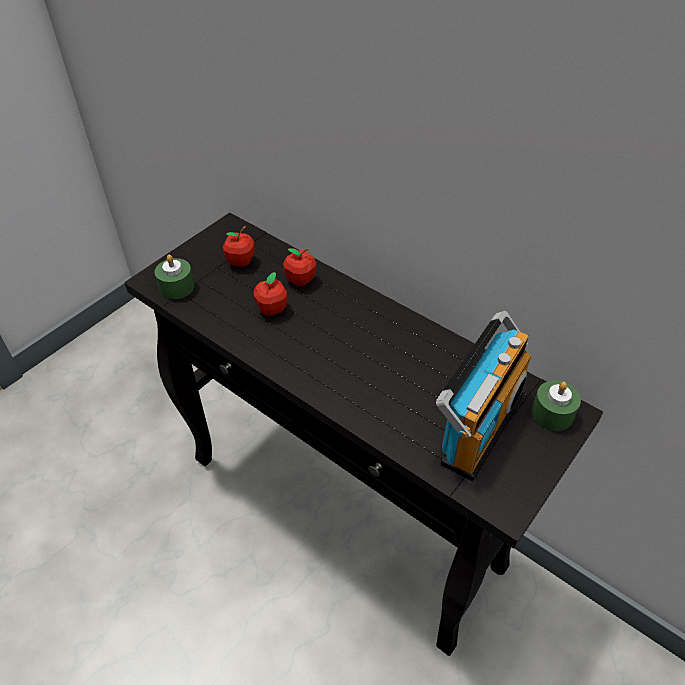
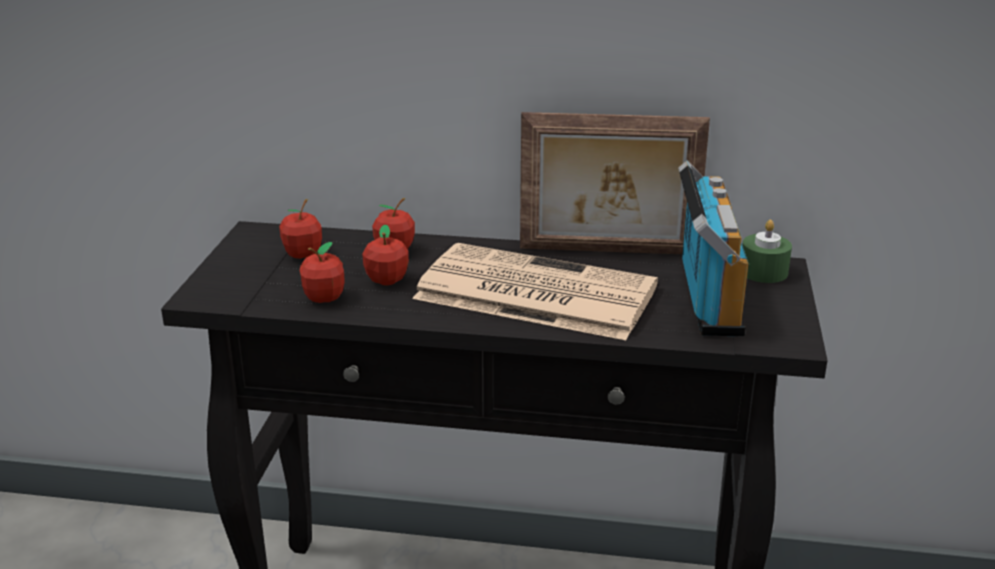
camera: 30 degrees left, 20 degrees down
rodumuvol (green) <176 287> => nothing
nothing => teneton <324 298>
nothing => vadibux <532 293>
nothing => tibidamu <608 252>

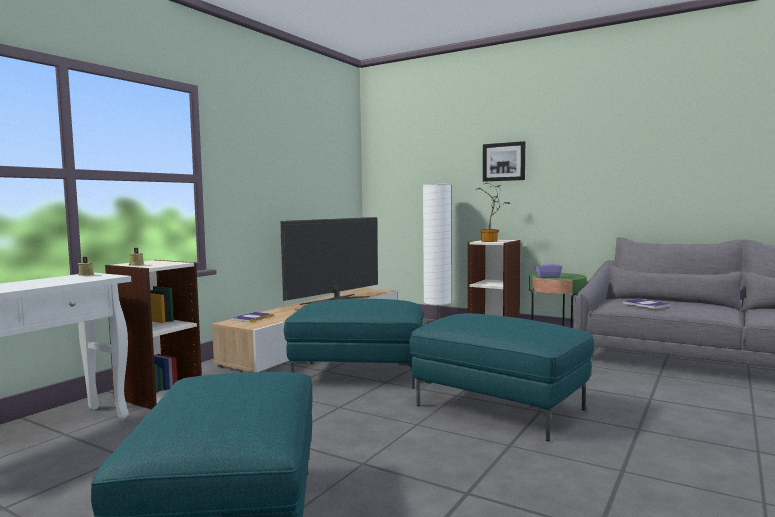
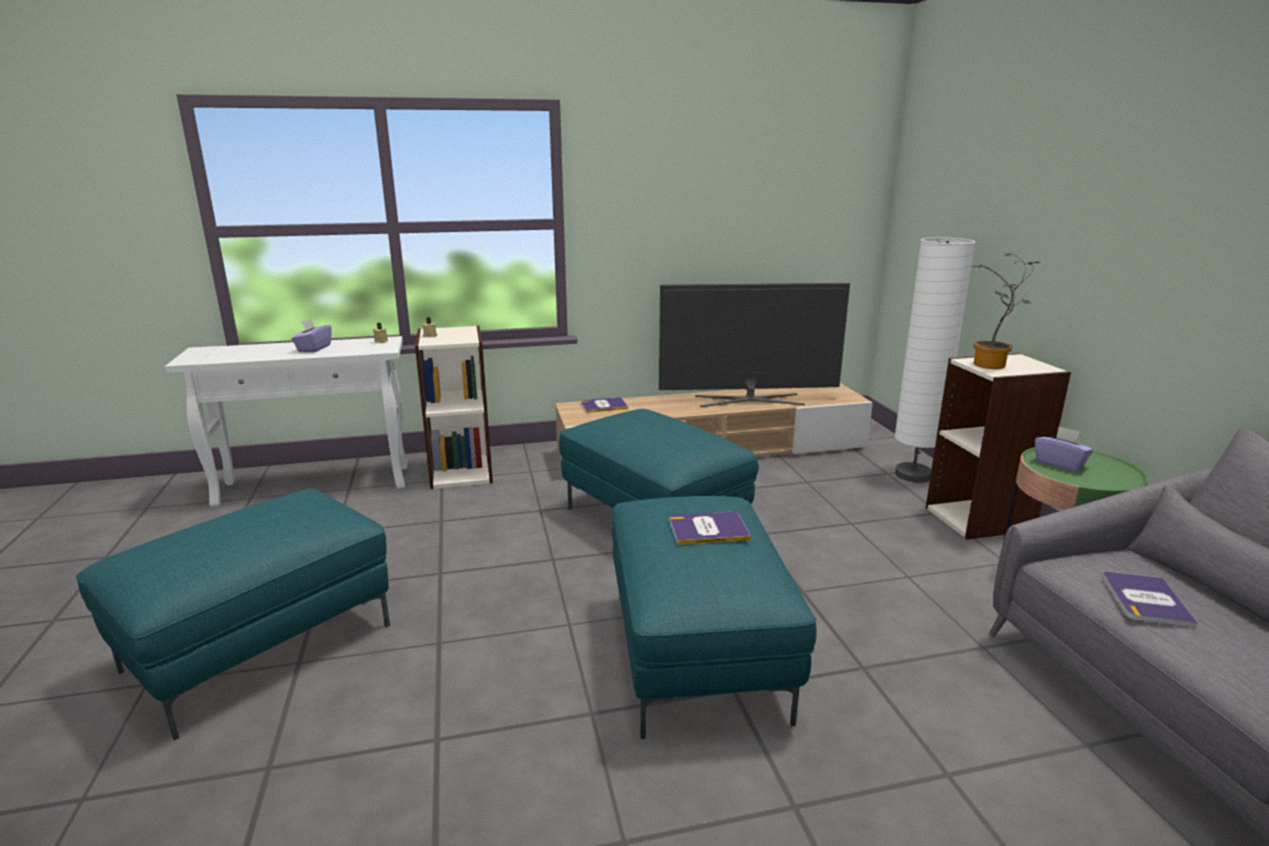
camera: 45 degrees right, 15 degrees up
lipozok <504 162> => nothing
nothing => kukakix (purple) <314 348>
nothing => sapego <708 529>

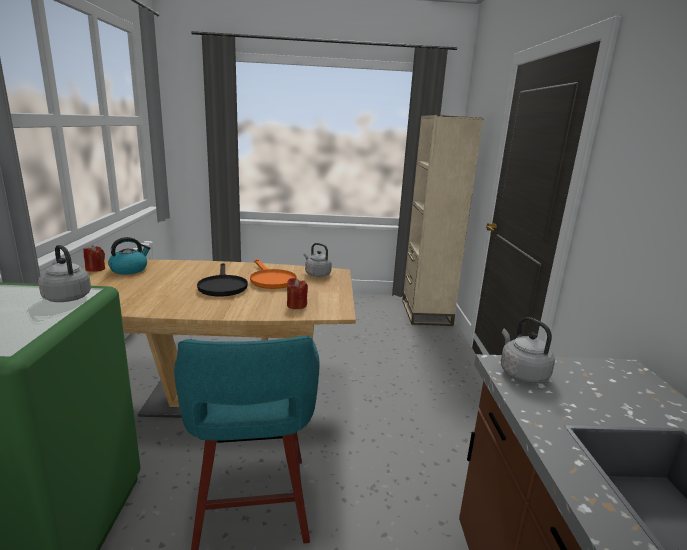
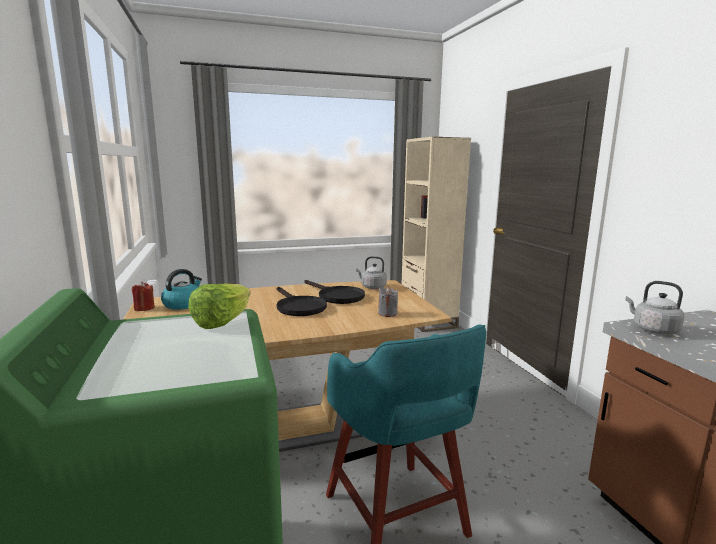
camera: 15 degrees left, 5 degrees down
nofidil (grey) <66 297> => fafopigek <222 322>
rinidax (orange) <270 280> => rinidax (black) <336 296>
rodumuvol (red) <296 305> => rodumuvol (grey) <387 313>

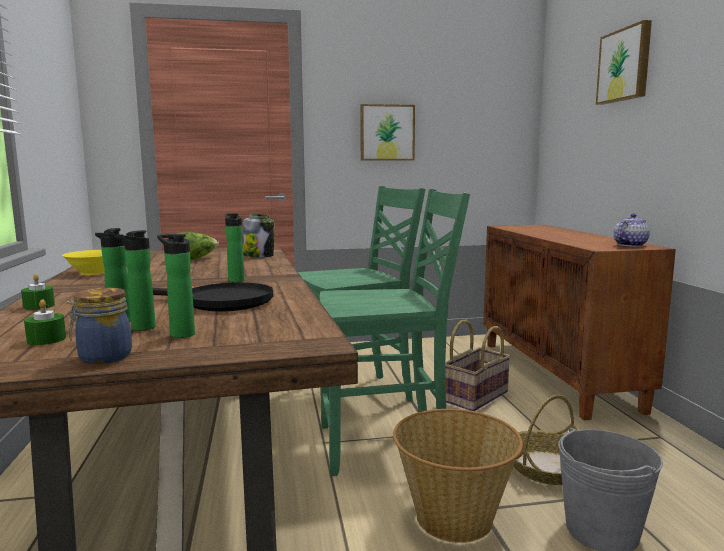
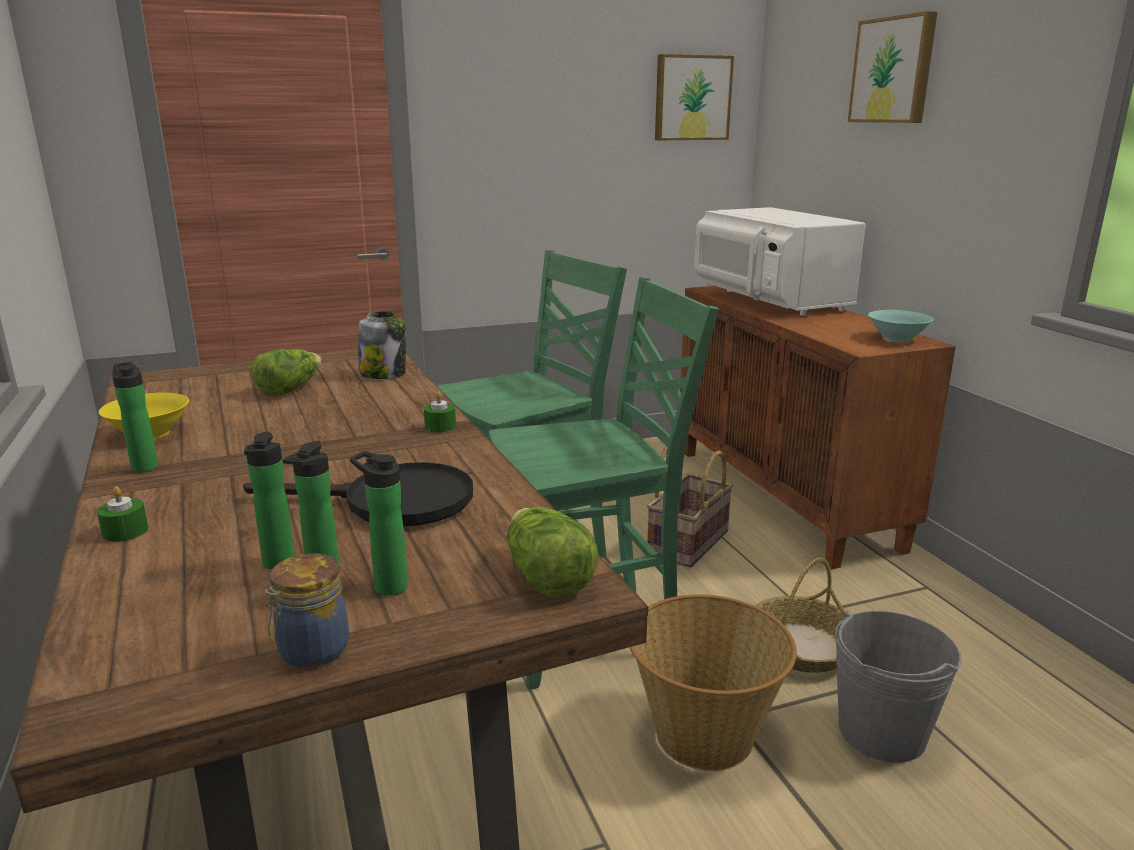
camera: 10 degrees left, 10 degrees up
rodumuvol (green) <46 339> => rodumuvol (green) <440 426>, shifted
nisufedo <235 280> => nisufedo <144 466>, shifted
lipozok <387 133> => lipozok <691 98>, shifted
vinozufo <630 245> => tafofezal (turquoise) <896 338>
nothing => fafopigek <546 577>
nothing => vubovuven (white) <769 301>

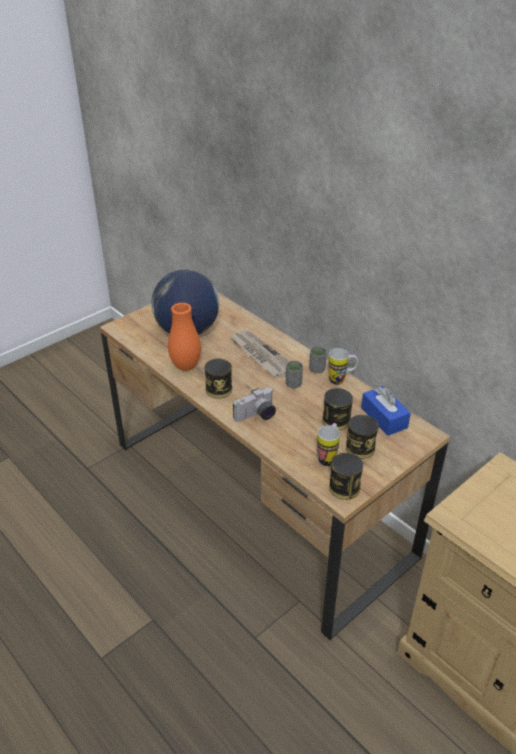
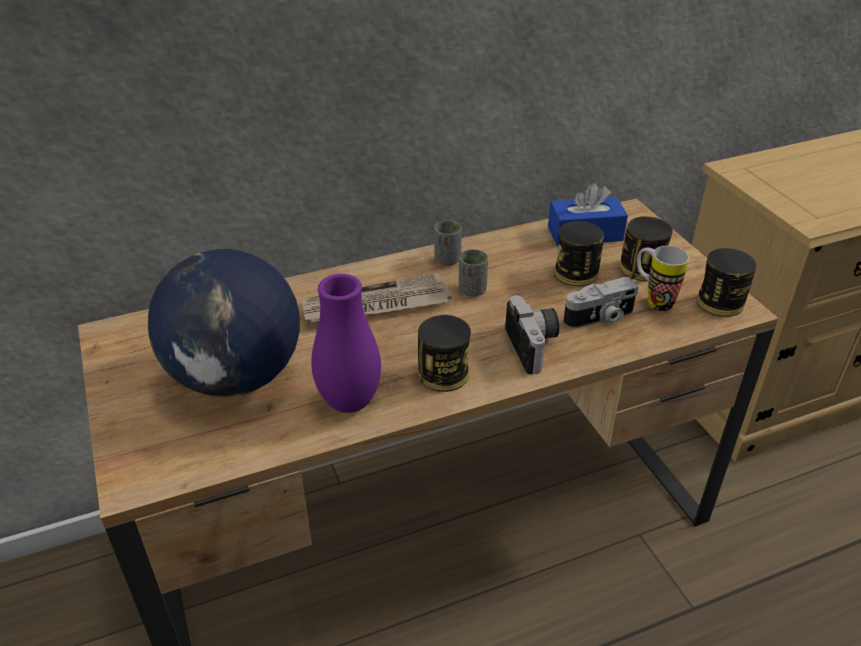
camera: 70 degrees left, 0 degrees up
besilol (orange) <186 366> => besilol (purple) <349 402>
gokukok <341 380> => nothing
nothing => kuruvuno <600 318>

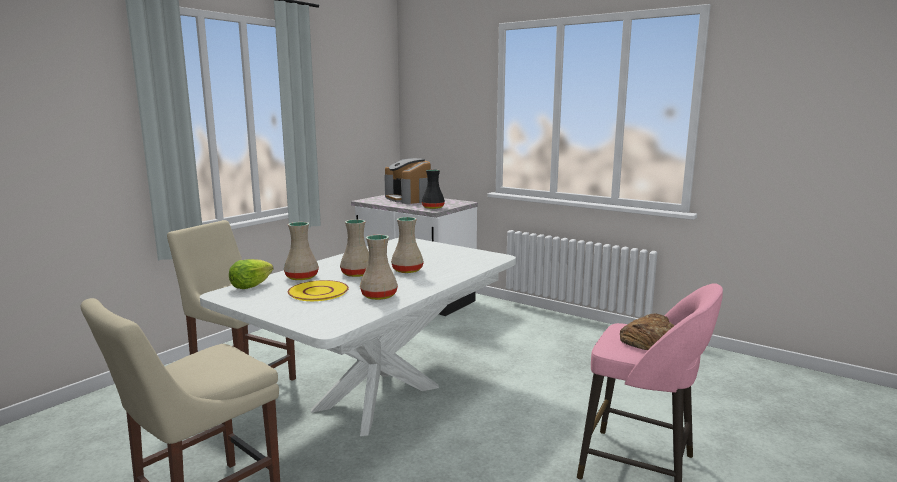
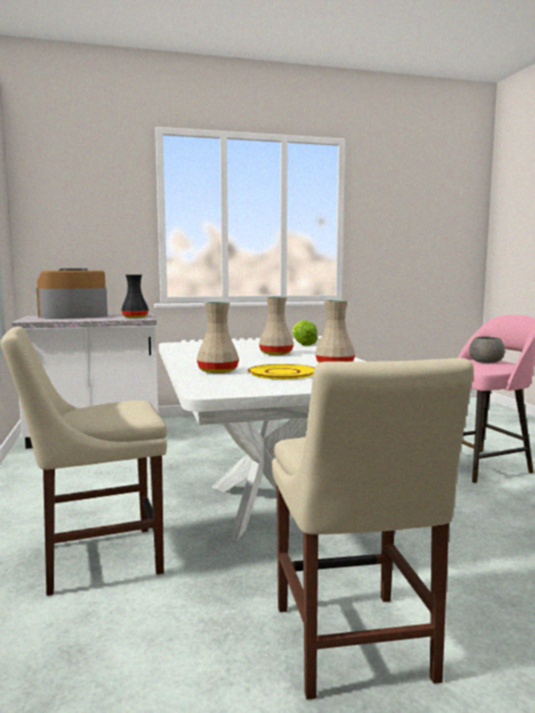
camera: 50 degrees left, 5 degrees down
fafopigek <250 286> => fafopigek <303 345>, shifted
besilol (beige) <358 274> => nothing
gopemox <409 199> => gopemox <73 316>, 135 degrees clockwise
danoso <649 339> => tafofezal (grey) <485 362>

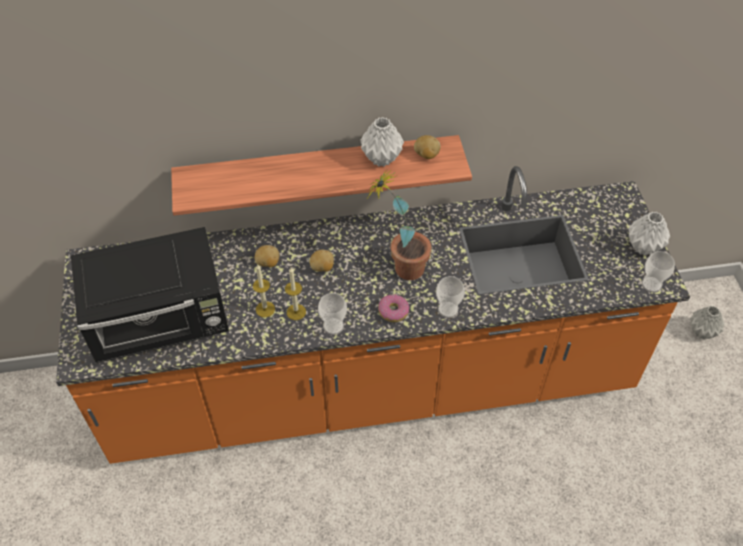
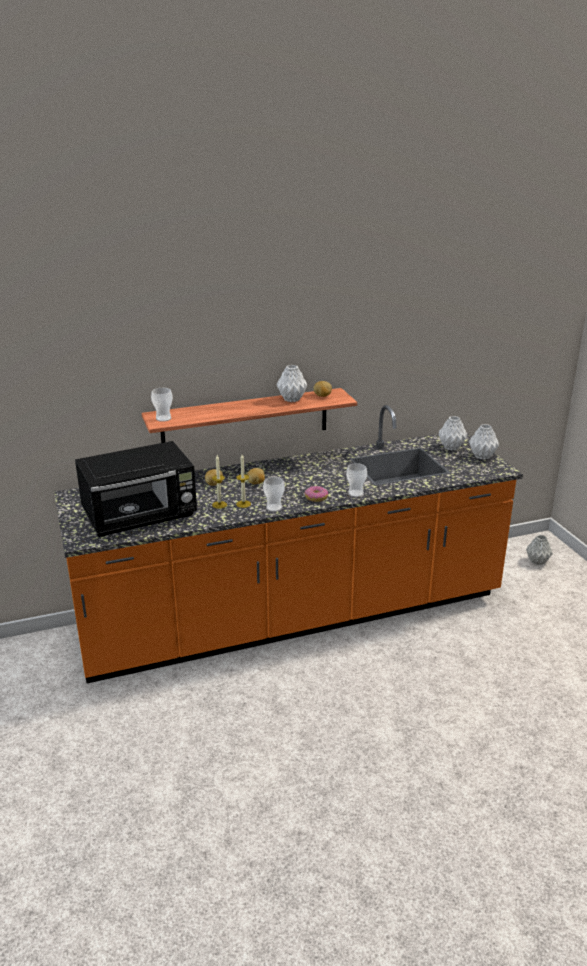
camera: 10 degrees left, 25 degrees down
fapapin <400 266> => nothing
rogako <651 284> => rogako <163 418>, shifted
nothing => besilol (white) <451 447>

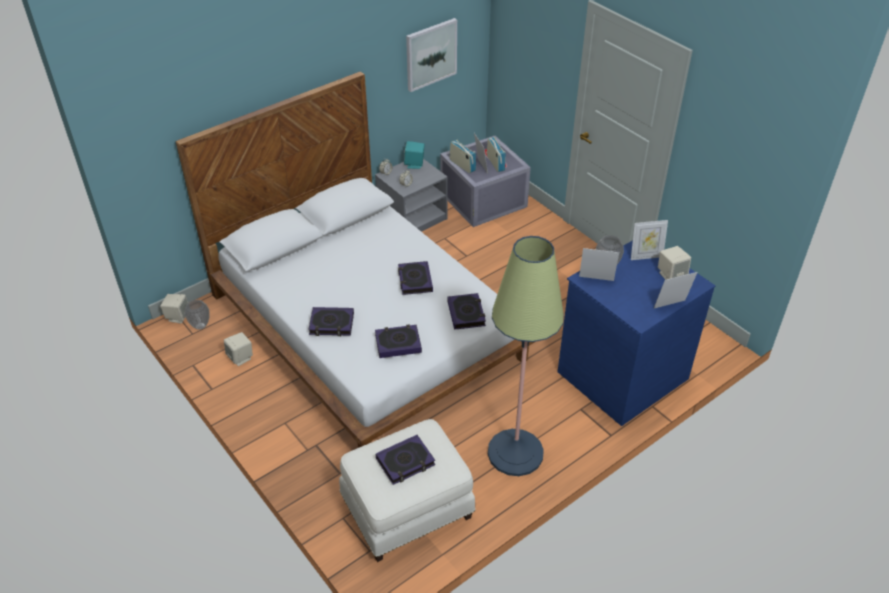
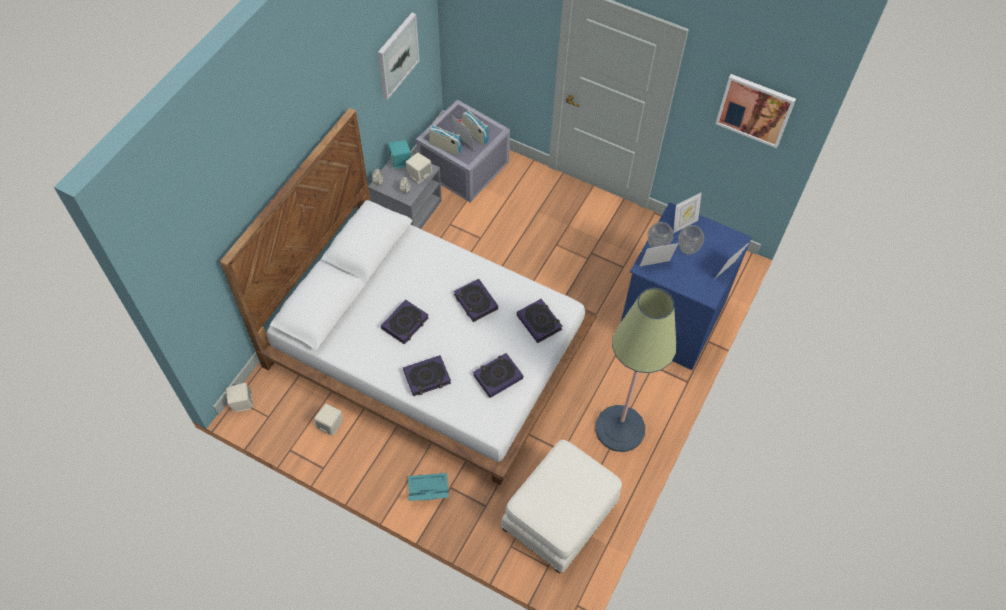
camera: 25 degrees left, 15 degrees up
besilol <200 326> => besilol <687 250>, shifted
sapego <405 462> => sapego <405 323>, shifted
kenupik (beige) <671 275> => kenupik (beige) <419 175>, shifted
nothing => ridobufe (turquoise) <427 491>
nothing => lipozok <755 110>

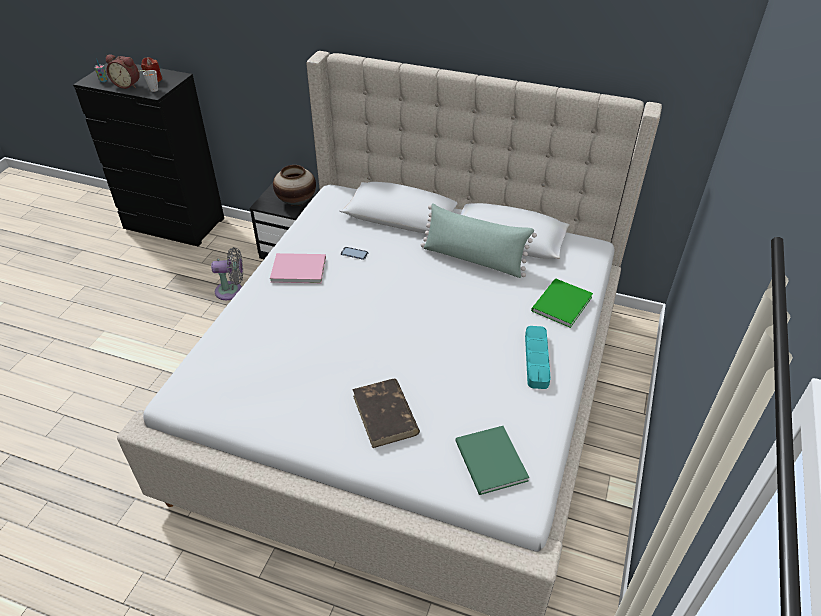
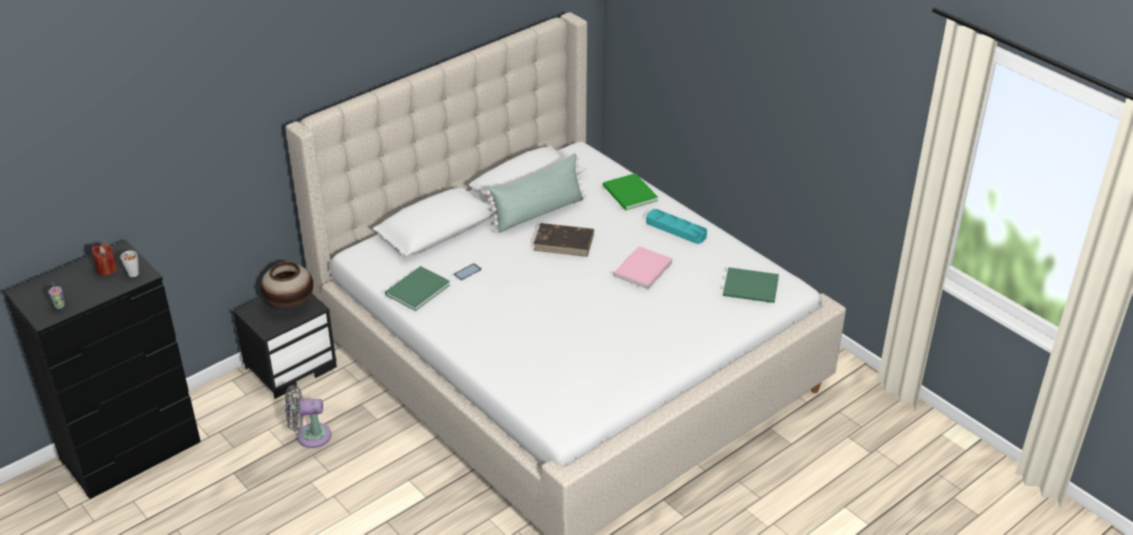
camera: 60 degrees left, 5 degrees down
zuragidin <128 85> => nothing
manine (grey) <232 291> => manine (grey) <310 436>, 120 degrees counterclockwise
sapego (pink) <297 268> => sapego (pink) <640 269>, shifted
sapego (brown) <385 415> => sapego (brown) <564 242>, shifted
nothing => sapego (green) <415 290>

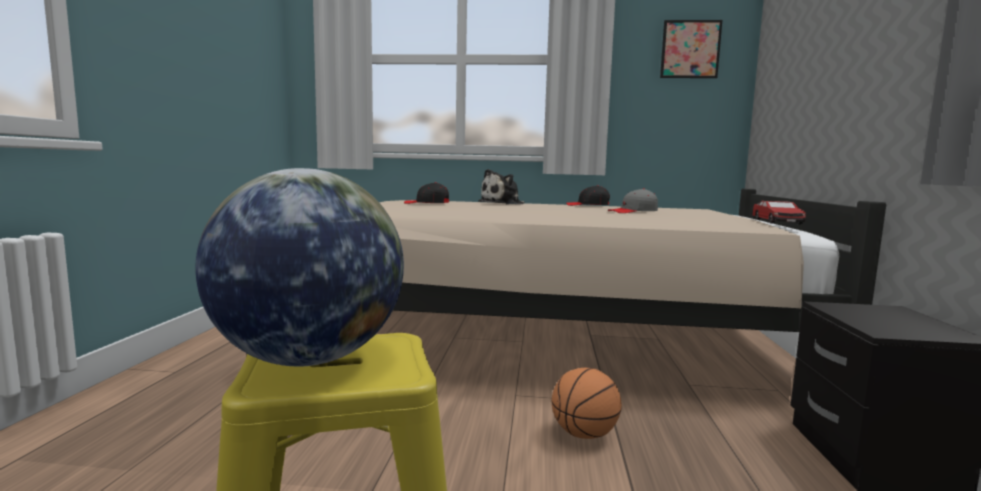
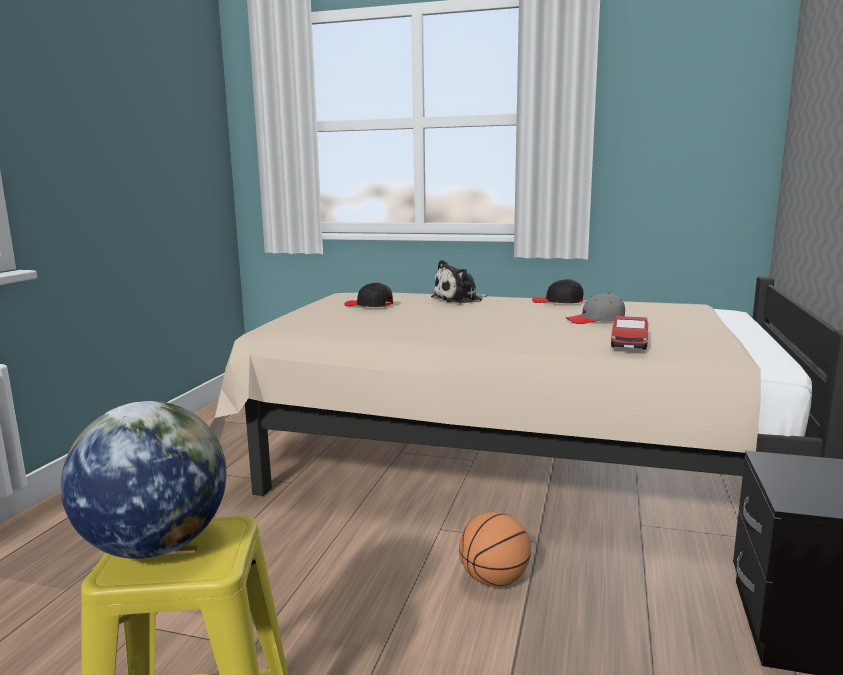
camera: 10 degrees right, 5 degrees up
lipozok <690 49> => nothing
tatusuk <777 222> => tatusuk <629 342>, shifted

